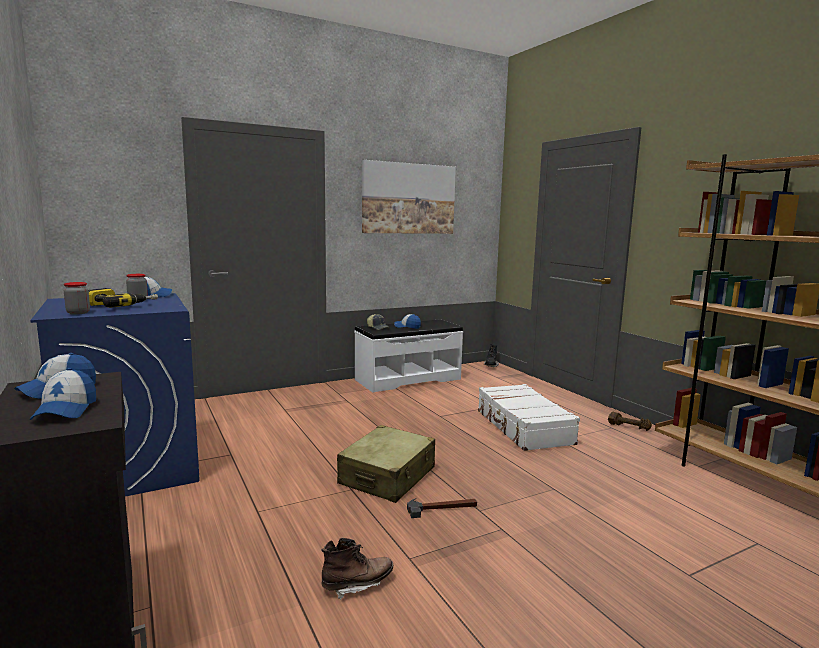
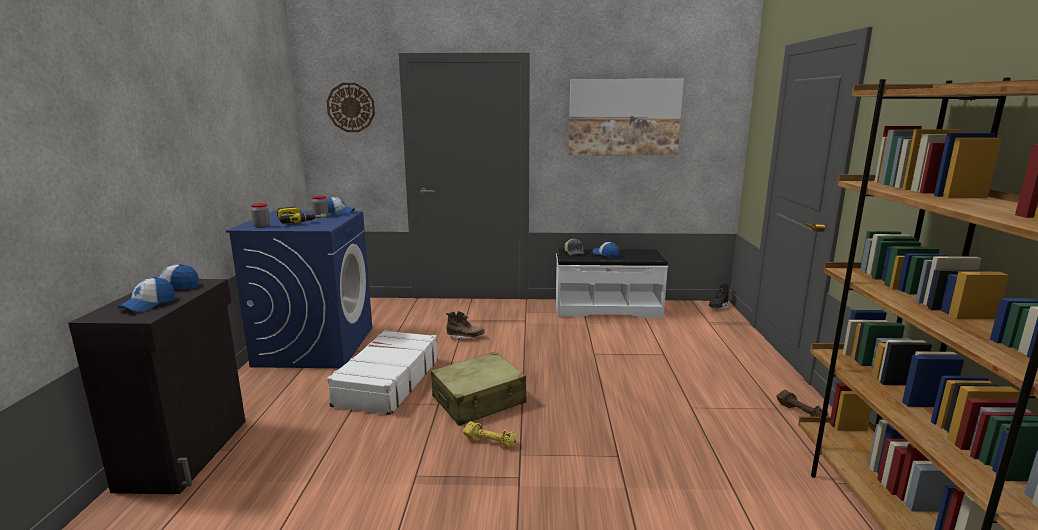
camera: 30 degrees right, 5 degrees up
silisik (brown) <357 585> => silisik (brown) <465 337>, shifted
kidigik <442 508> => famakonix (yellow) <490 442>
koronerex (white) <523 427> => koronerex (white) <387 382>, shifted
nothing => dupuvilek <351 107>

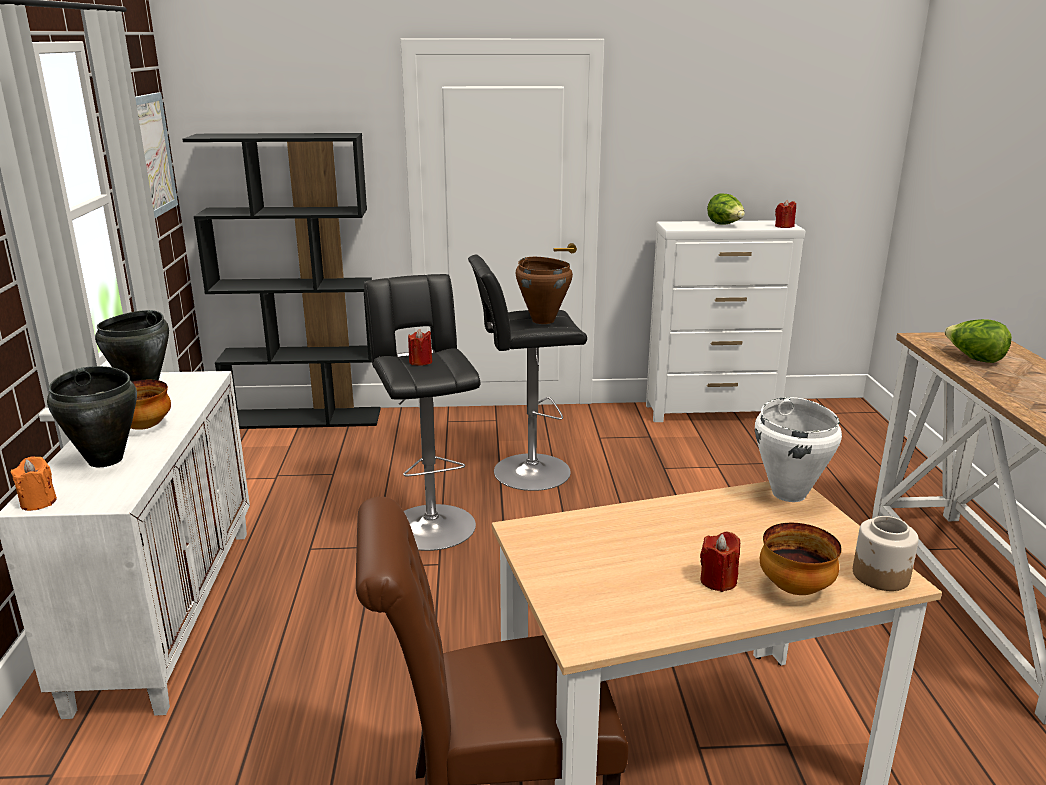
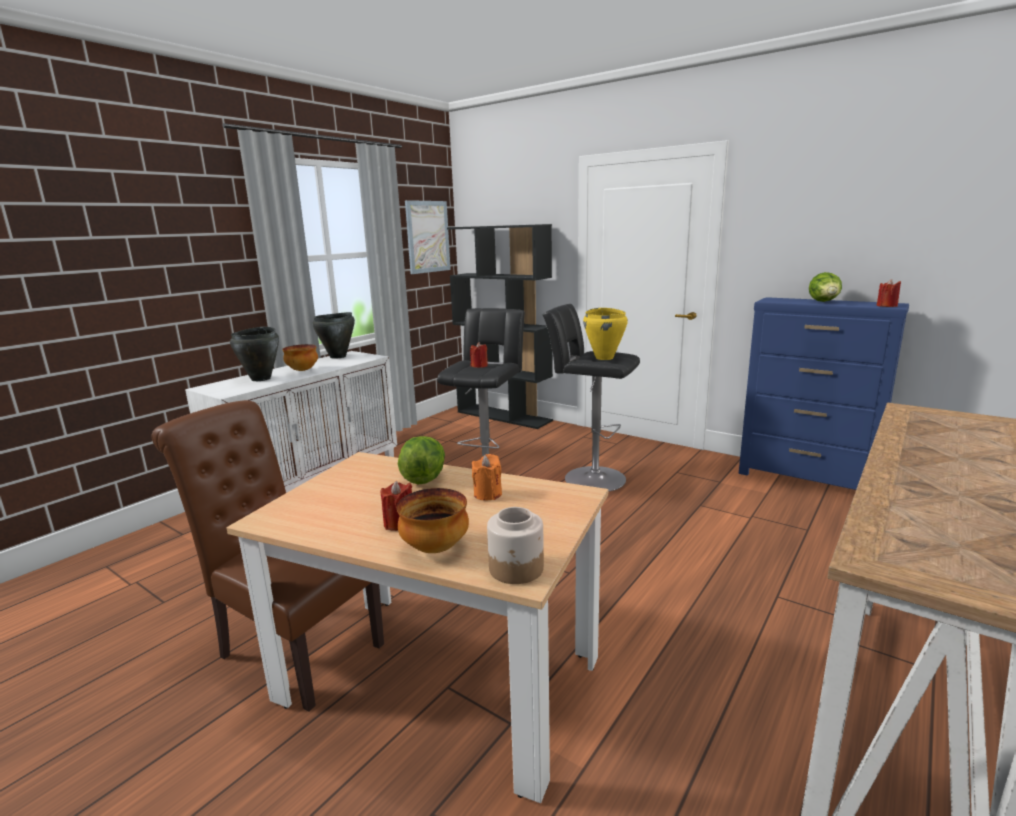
camera: 40 degrees right, 5 degrees down
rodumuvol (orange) <38 502> => rodumuvol (orange) <487 494>, shifted
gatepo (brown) <543 320> => gatepo (yellow) <604 358>
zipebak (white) <713 412> => zipebak (blue) <806 480>
gatepo (white) <789 494> => nothing
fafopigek <974 359> => fafopigek <424 477>, shifted

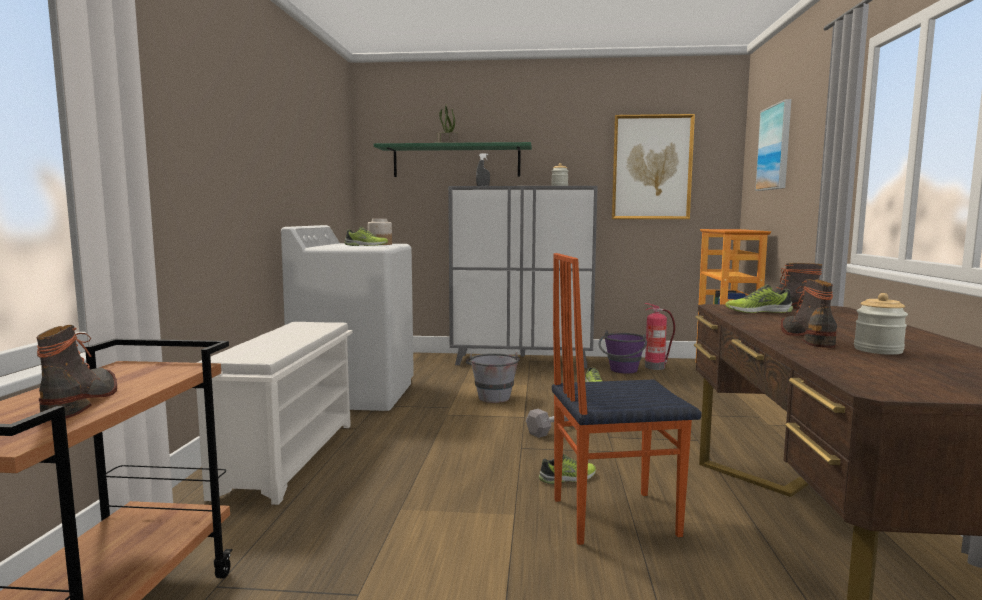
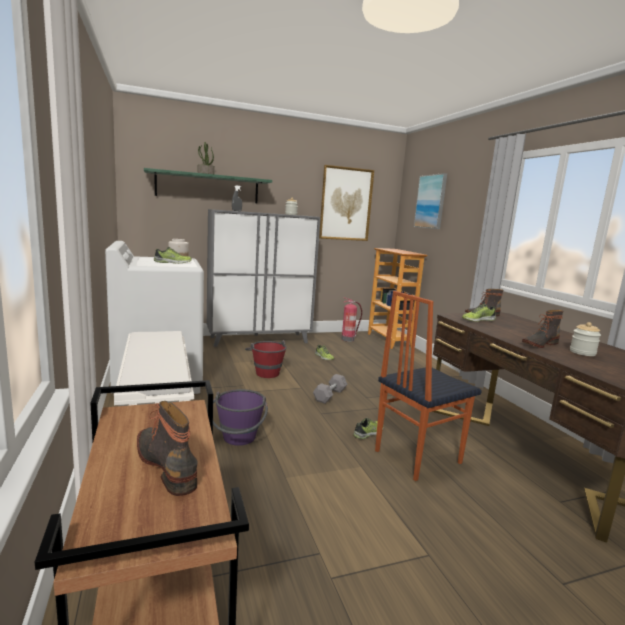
camera: 25 degrees left, 5 degrees up
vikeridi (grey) <493 396> => vikeridi (red) <265 372>
vikeridi (purple) <622 371> => vikeridi (purple) <238 440>, shifted
silisik <809 338> => silisik <539 344>, 105 degrees counterclockwise

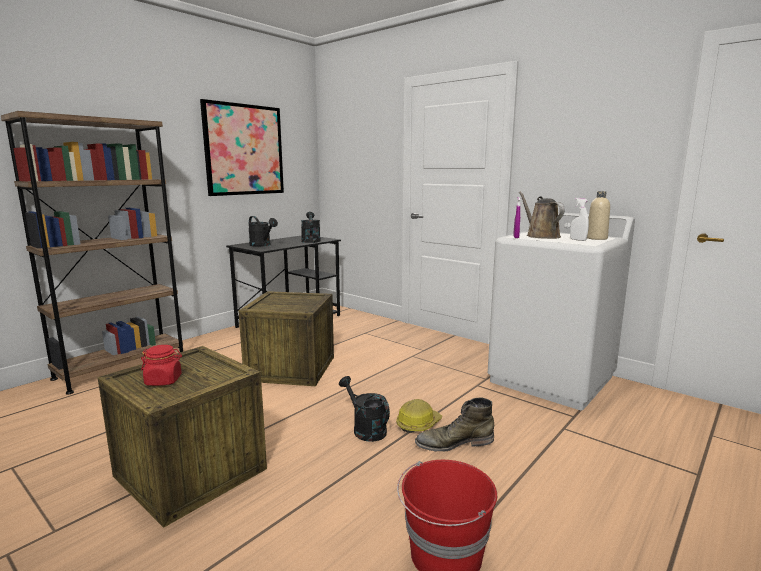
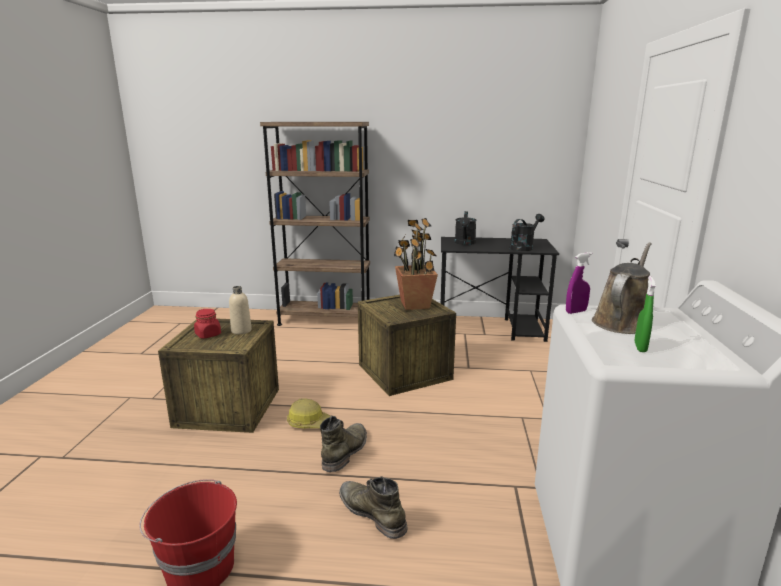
camera: 55 degrees right, 5 degrees up
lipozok <244 150> => nothing
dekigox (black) <365 429> => silisik (green) <346 451>
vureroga <418 424> => vureroga <309 422>, shifted
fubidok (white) <578 240> => fubidok (green) <640 347>
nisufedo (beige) <596 238> => nisufedo (beige) <241 331>, shifted
nothing => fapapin <414 305>

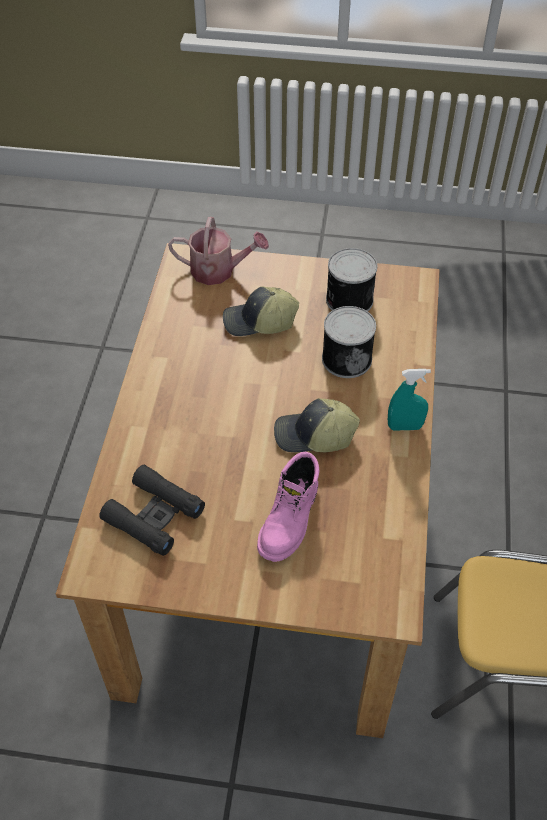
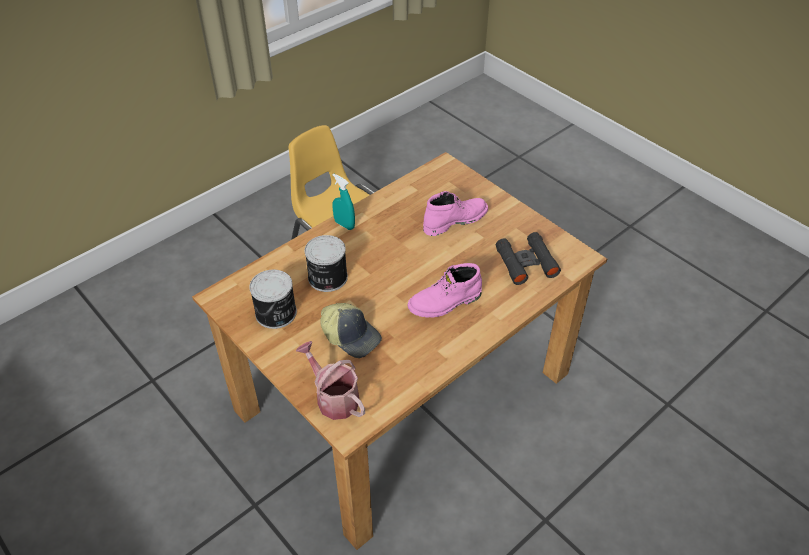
camera: 140 degrees left, 5 degrees down
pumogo <314 436> => nothing
nothing => silisik (pink) <445 303>

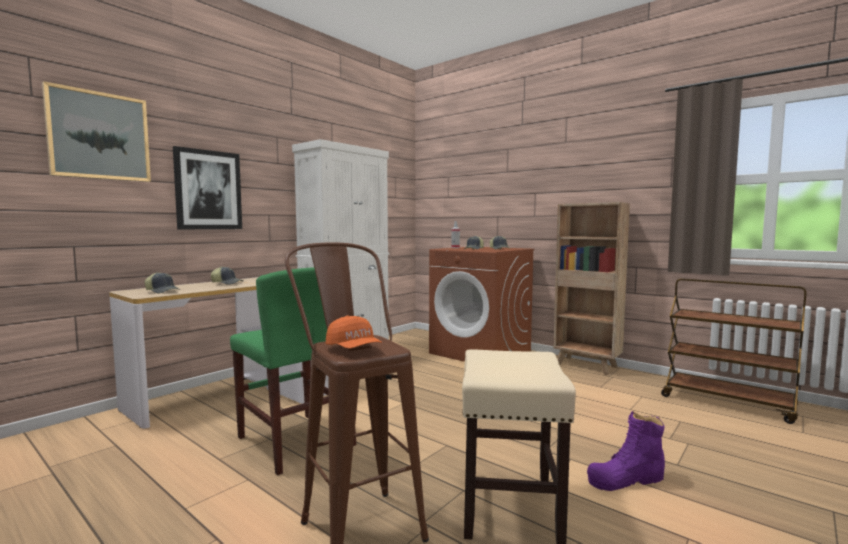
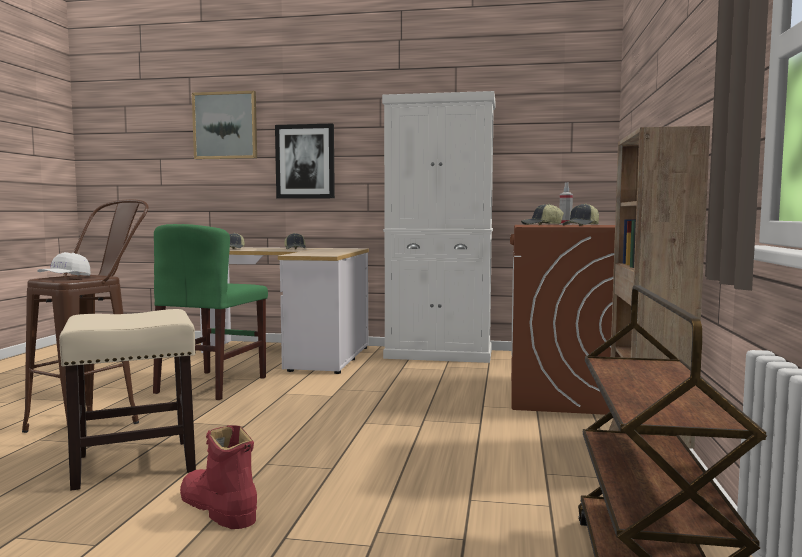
camera: 60 degrees right, 0 degrees up
pumogo (orange) <354 349> => pumogo (white) <65 277>
silisik (purple) <626 479> => silisik (red) <218 508>

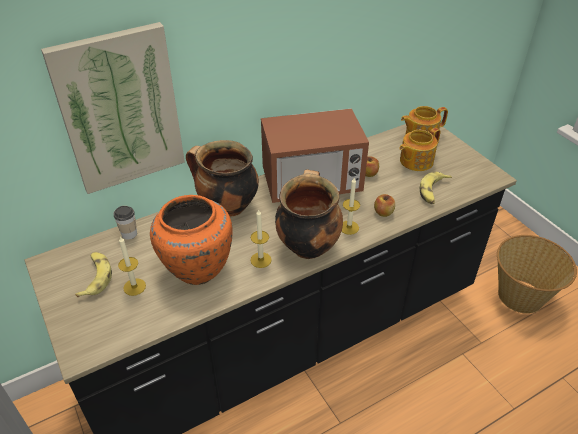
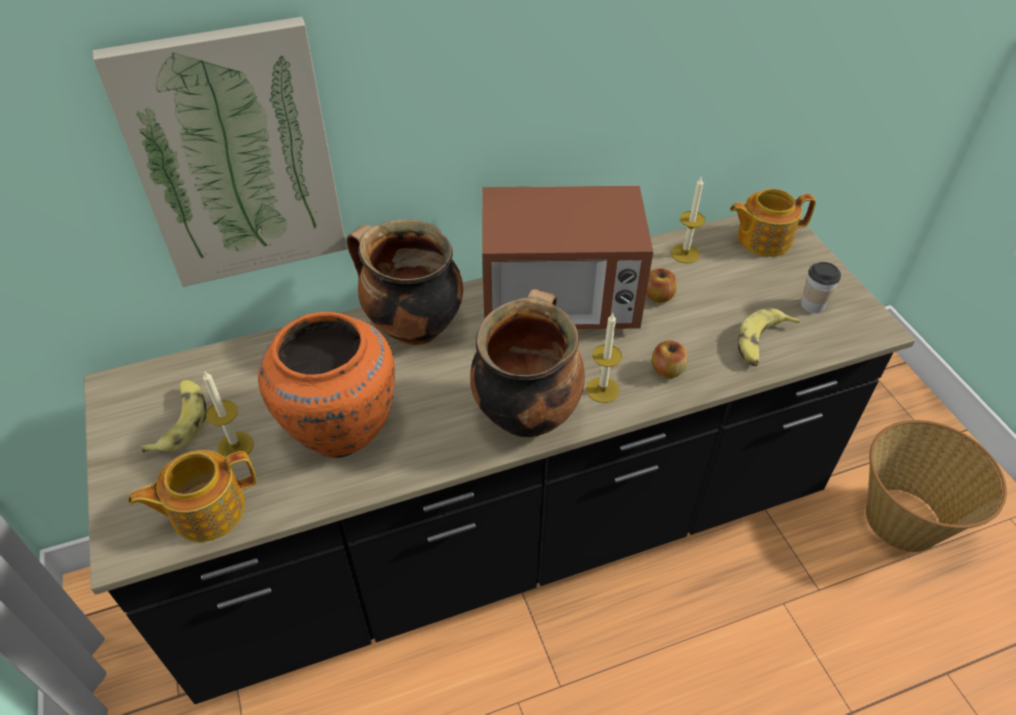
camera: 10 degrees right, 5 degrees up
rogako <129 234> => rogako <812 305>, shifted
rodumuvol <261 260> => rodumuvol <685 253>, shifted
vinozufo <415 161> => vinozufo <206 510>, shifted

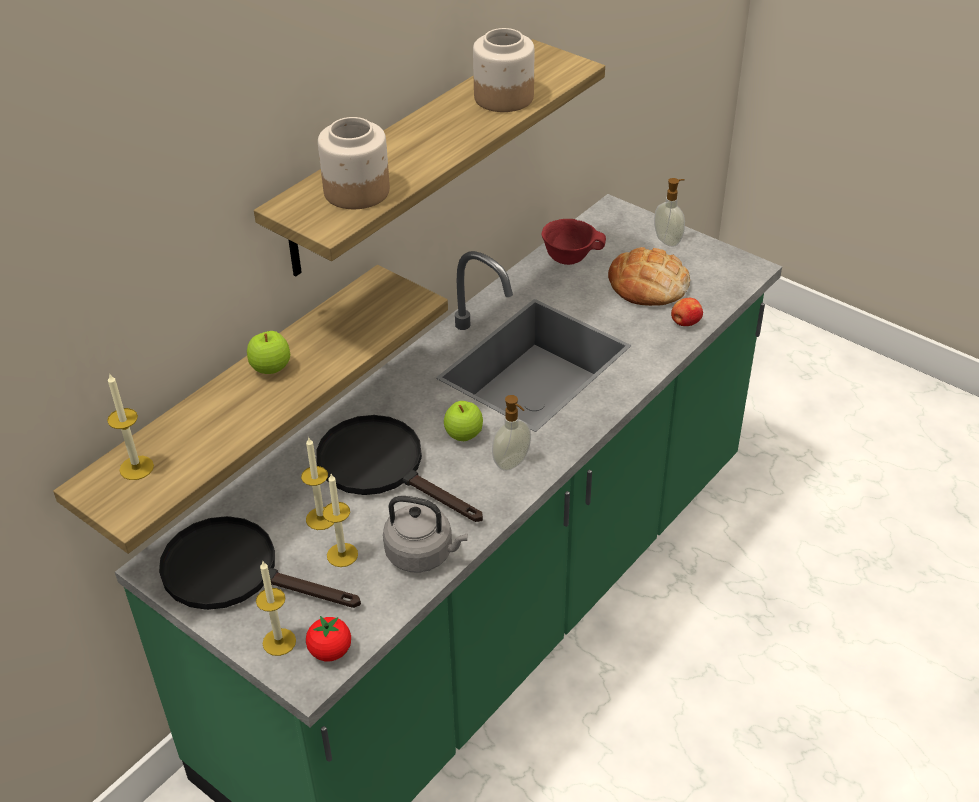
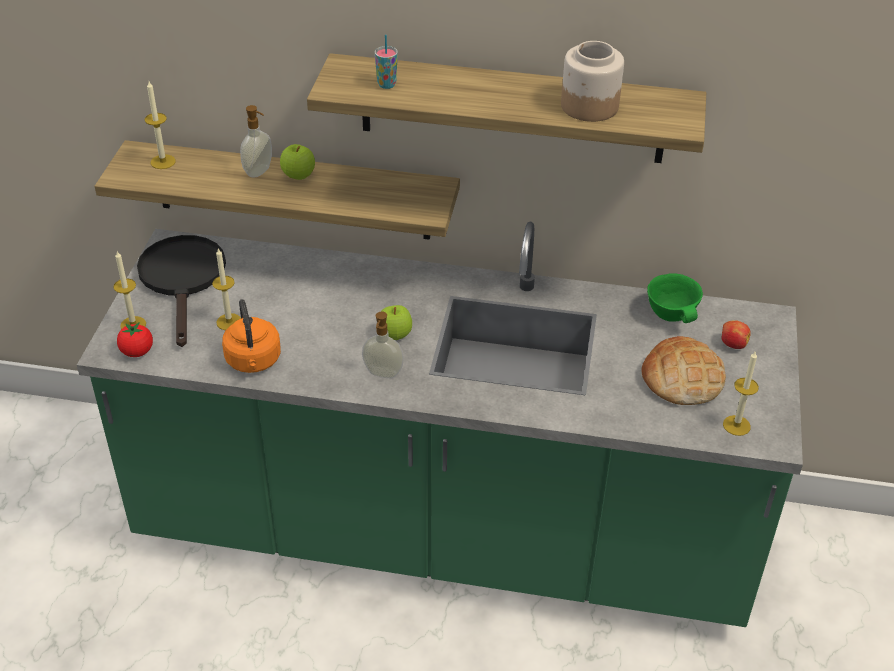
camera: 60 degrees right, 0 degrees up
rodumuvol <321 518> => rodumuvol <736 425>, shifted
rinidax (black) <383 468> => nothing
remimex <356 192> => rogako <386 85>
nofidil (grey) <423 554> => nofidil (orange) <253 361>
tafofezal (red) <569 258> => tafofezal (green) <672 315>
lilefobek <668 240> => lilefobek <259 171>, shifted
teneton <685 323> => teneton <732 344>, shifted

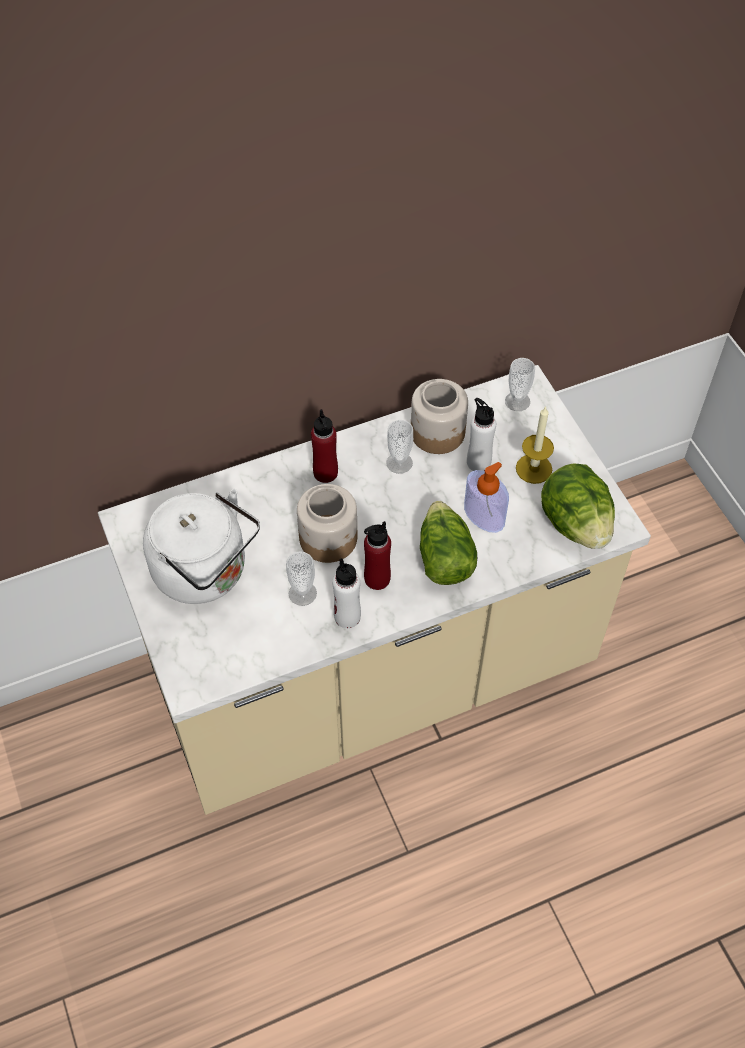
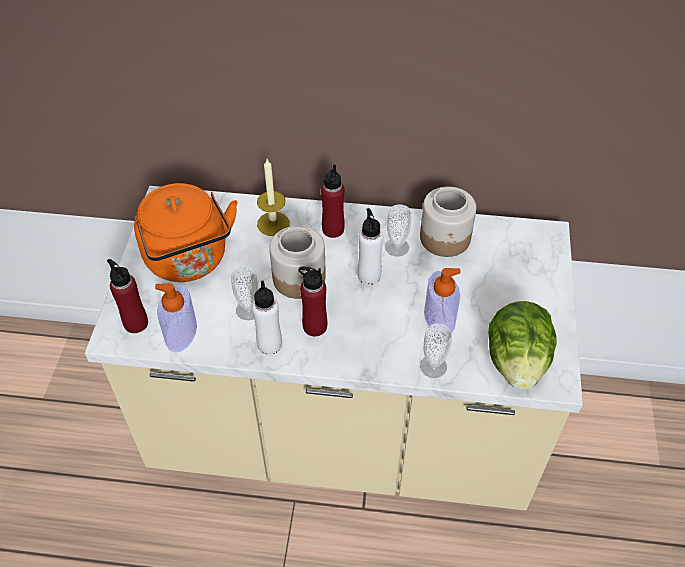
camera: 30 degrees right, 5 degrees down
nofidil (white) <206 573> => nofidil (orange) <189 261>
fafopigek <444 557> => nothing
nisufedo (white) <478 462> => nisufedo (white) <369 275>, shifted
rogako <517 401> => rogako <433 366>, shifted
rodumuvol <534 468> => rodumuvol <273 224>, shifted
nothing => nisufedo (red) <136 323>
nothing => lilefobek <181 333>

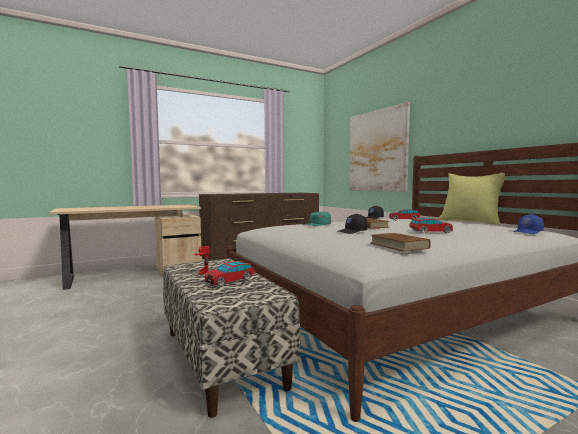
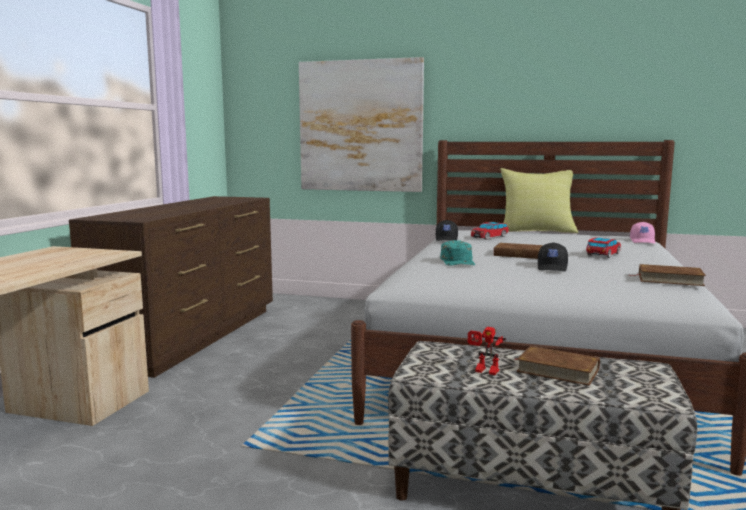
camera: 45 degrees left, 5 degrees up
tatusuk <230 281> => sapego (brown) <557 370>
pumogo (blue) <528 232> => pumogo (pink) <643 241>

